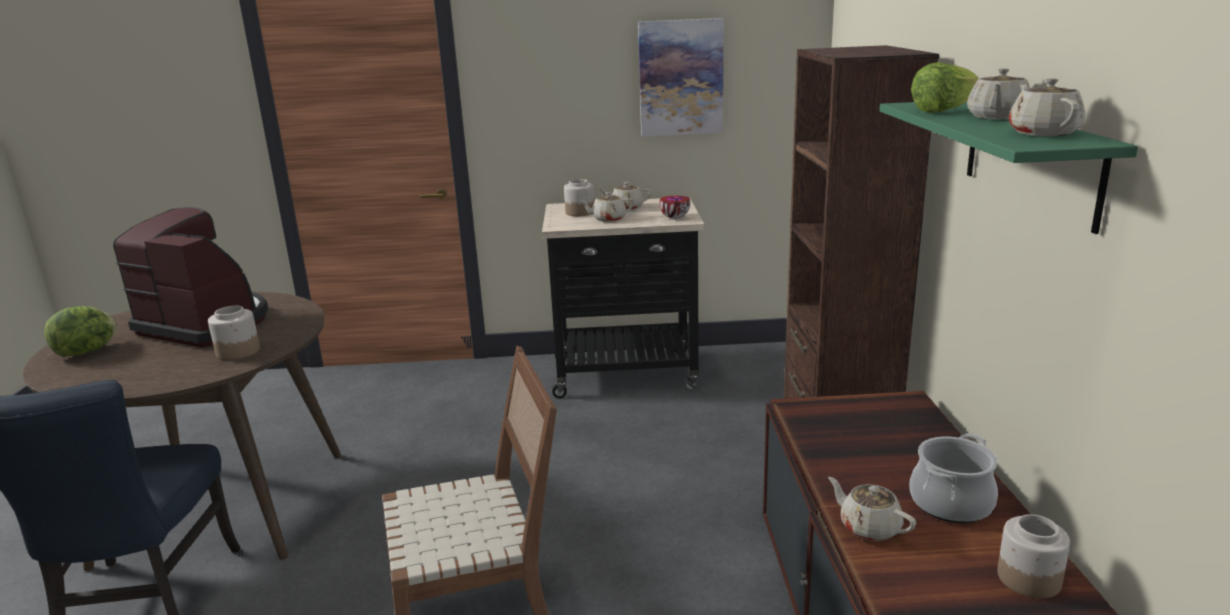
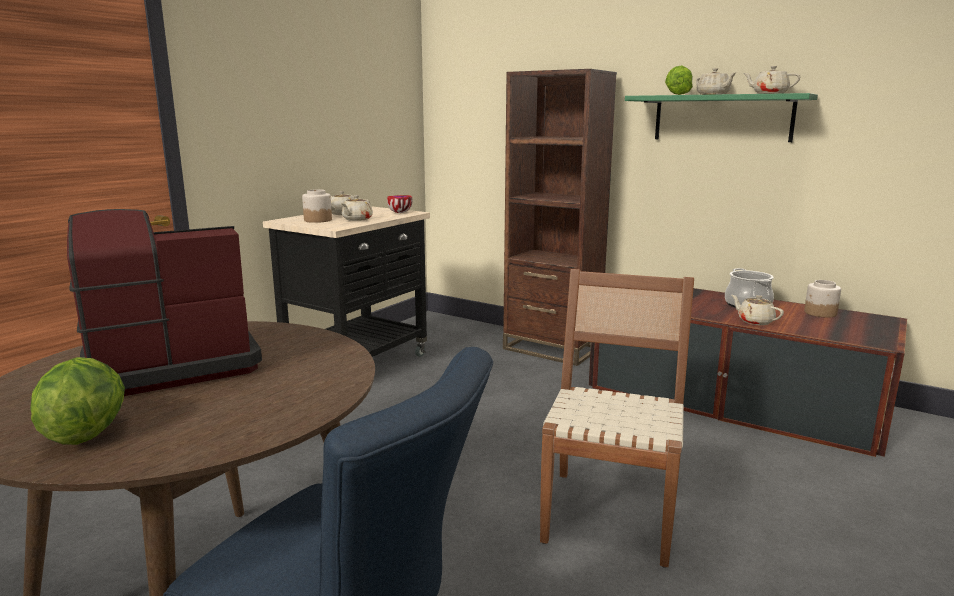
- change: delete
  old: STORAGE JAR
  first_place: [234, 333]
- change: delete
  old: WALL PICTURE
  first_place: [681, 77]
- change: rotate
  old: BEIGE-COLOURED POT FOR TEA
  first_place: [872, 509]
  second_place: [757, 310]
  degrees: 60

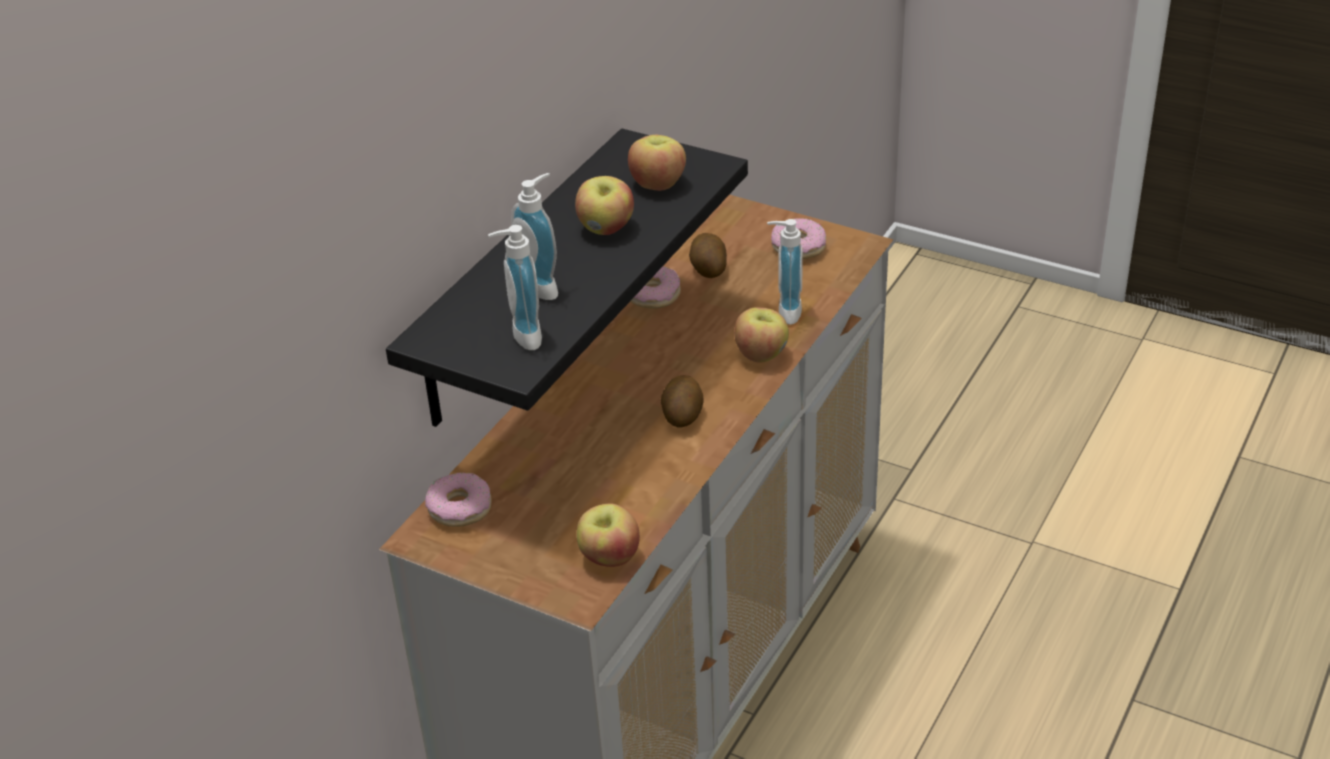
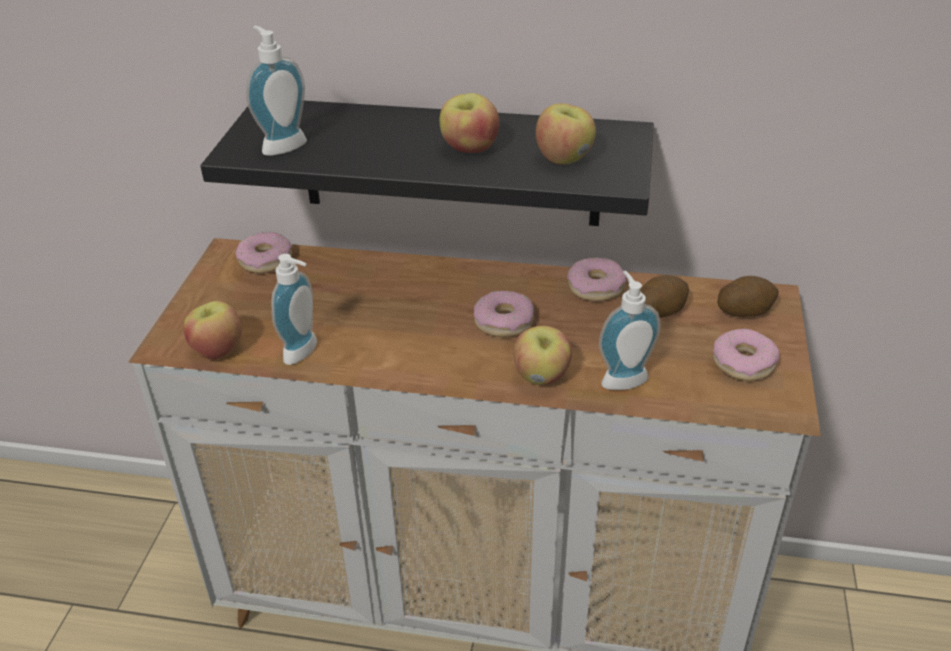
- change: move
  old: SOAP DISPENSER
  first_place: [534, 236]
  second_place: [294, 309]
- change: move
  old: SPUD
  first_place: [682, 401]
  second_place: [748, 296]
- change: insert
  new: RING DOUGHNUT
  second_place: [504, 313]

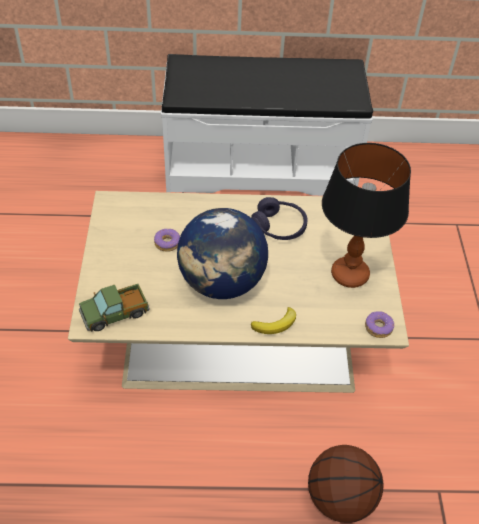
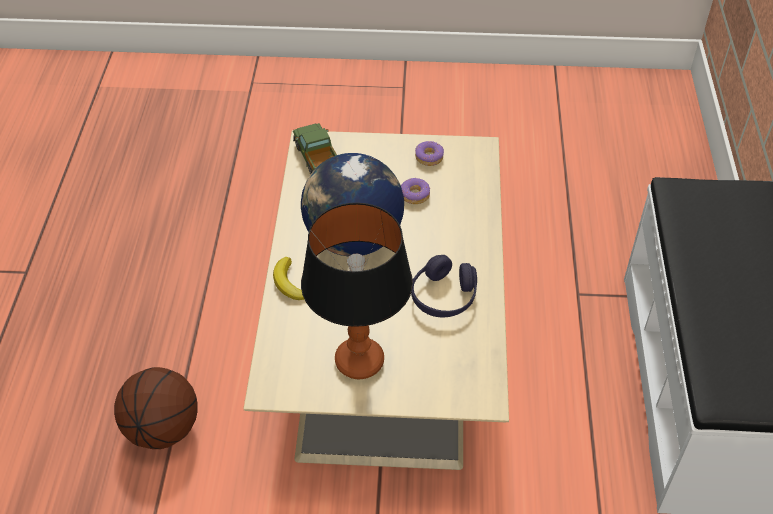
- change: move
  old: RING DOUGHNUT
  first_place: [379, 324]
  second_place: [429, 153]

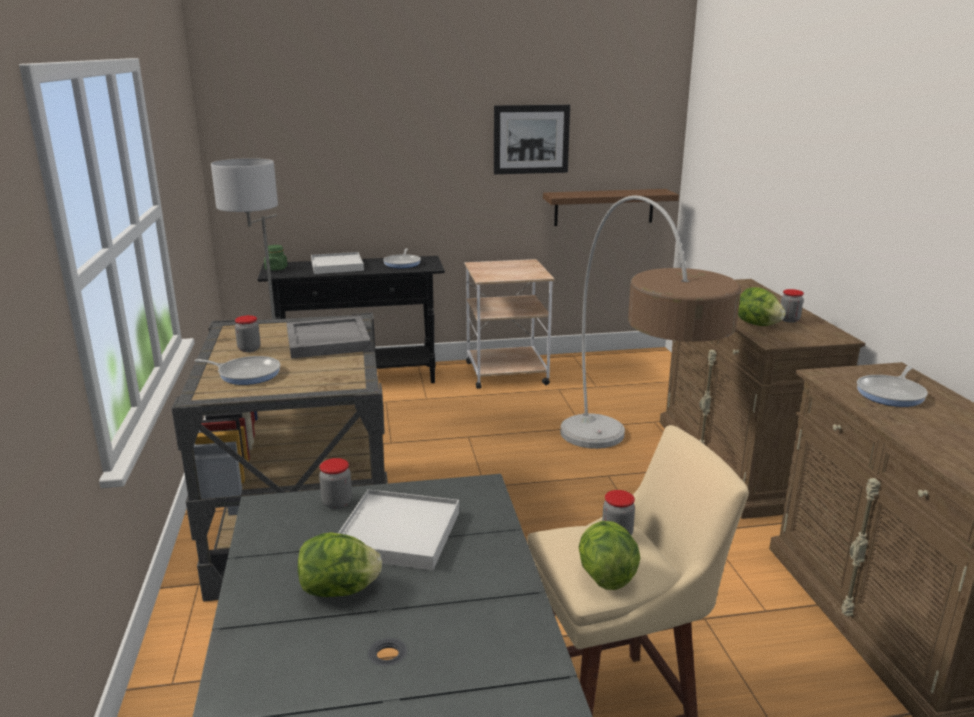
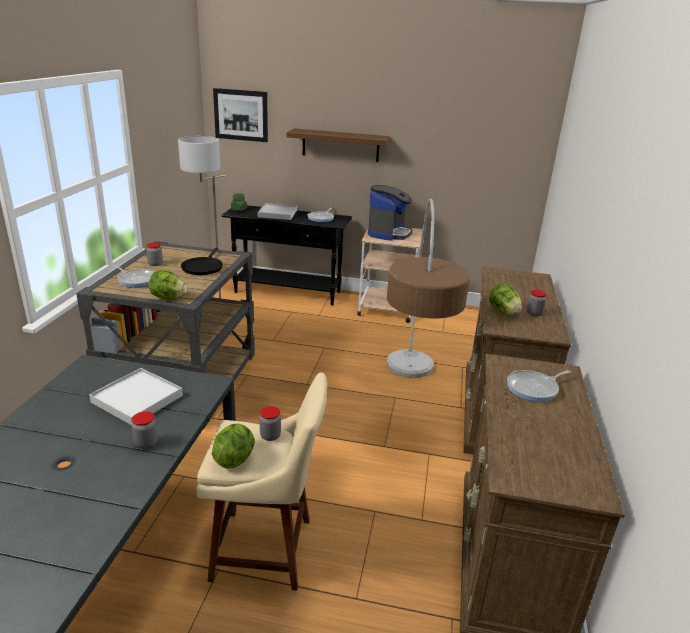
- change: replace
  old: GRAY TRAY
  new: BLACK PAN
  first_place: [329, 337]
  second_place: [202, 261]
- change: move
  old: HEAD OF LETTUCE
  first_place: [340, 564]
  second_place: [168, 285]
- change: move
  old: STORAGE JAR
  first_place: [335, 483]
  second_place: [145, 430]
- change: move
  old: WALL PICTURE
  first_place: [532, 139]
  second_place: [240, 115]
- change: move
  old: BROWN SHELF
  first_place: [611, 207]
  second_place: [338, 145]
- change: insert
  new: COFFEE MAKER
  second_place: [390, 213]

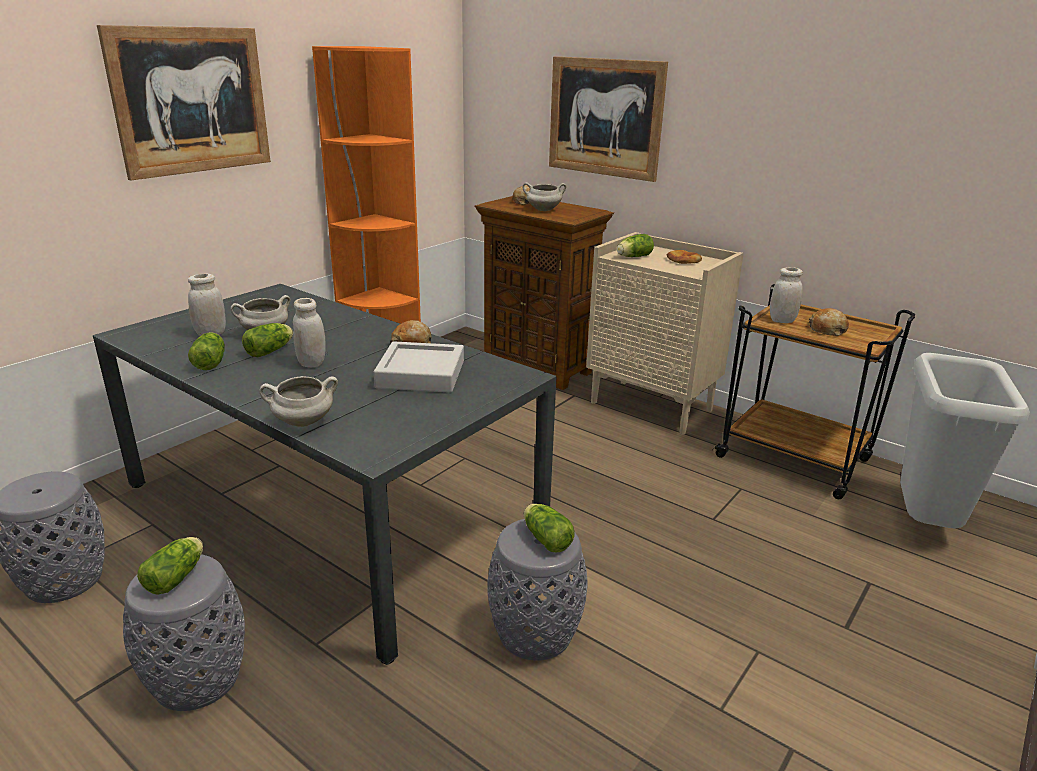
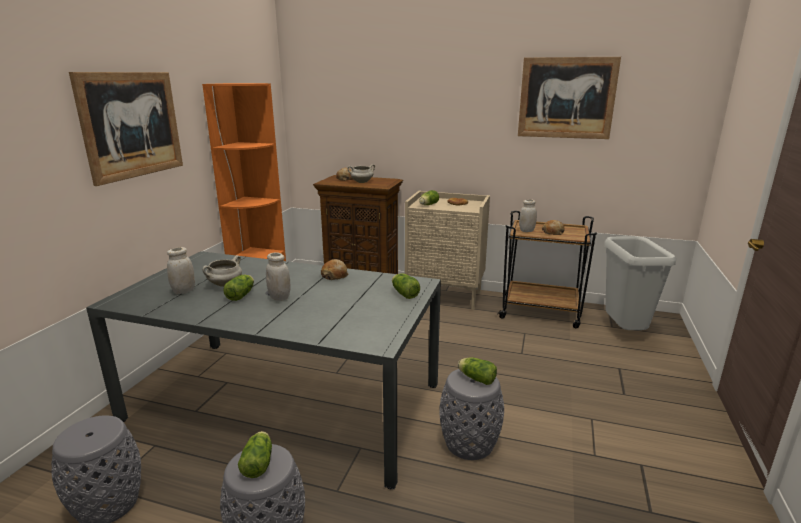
- change: move
  old: HEAD OF LETTUCE
  first_place: [206, 351]
  second_place: [406, 286]
- change: delete
  old: WHITISH STOCKPOT
  first_place: [298, 401]
- change: delete
  old: GRAY TRAY
  first_place: [419, 367]
- change: move
  old: WALL PICTURE
  first_place: [608, 119]
  second_place: [569, 98]

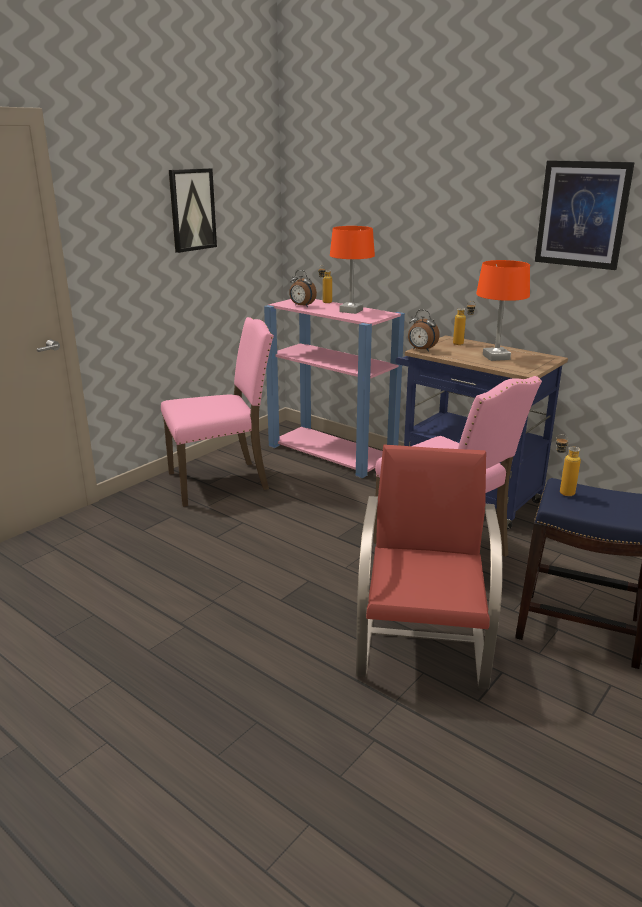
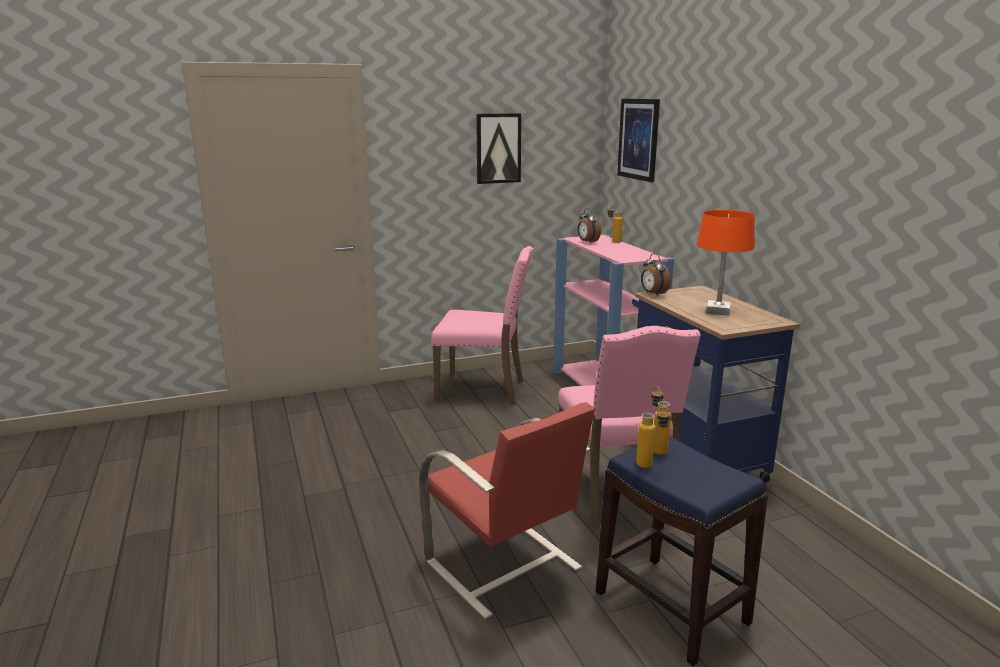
- change: delete
  old: ORANGE-COLOURED TABLETOP LAMP
  first_place: [352, 270]
- change: rotate
  old: RED CHAIR
  first_place: [429, 566]
  second_place: [507, 511]
  degrees: 105
- change: move
  old: BEVERAGE BOTTLE
  first_place: [464, 323]
  second_place: [653, 437]
- change: move
  old: WALL PICTURE
  first_place: [585, 215]
  second_place: [638, 140]

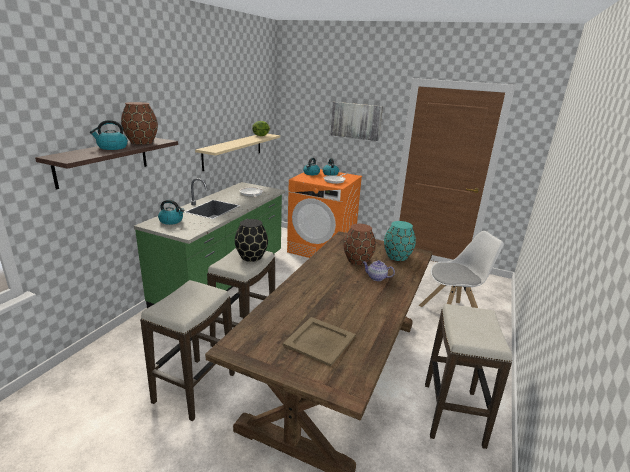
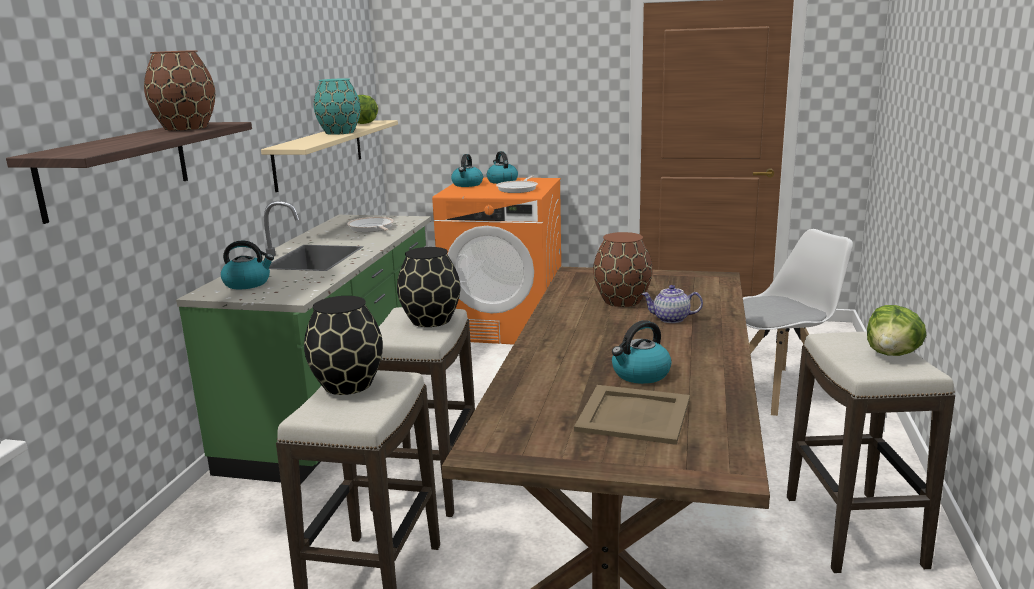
- change: move
  old: WATER KETTLE
  first_place: [109, 135]
  second_place: [642, 352]
- change: delete
  old: WALL PICTURE
  first_place: [357, 121]
- change: move
  old: TURQUOISE-COLOURED VASE
  first_place: [400, 241]
  second_place: [337, 106]
- change: insert
  new: BLACK VASE
  second_place: [343, 345]
- change: insert
  new: HEAD OF LETTUCE
  second_place: [896, 330]

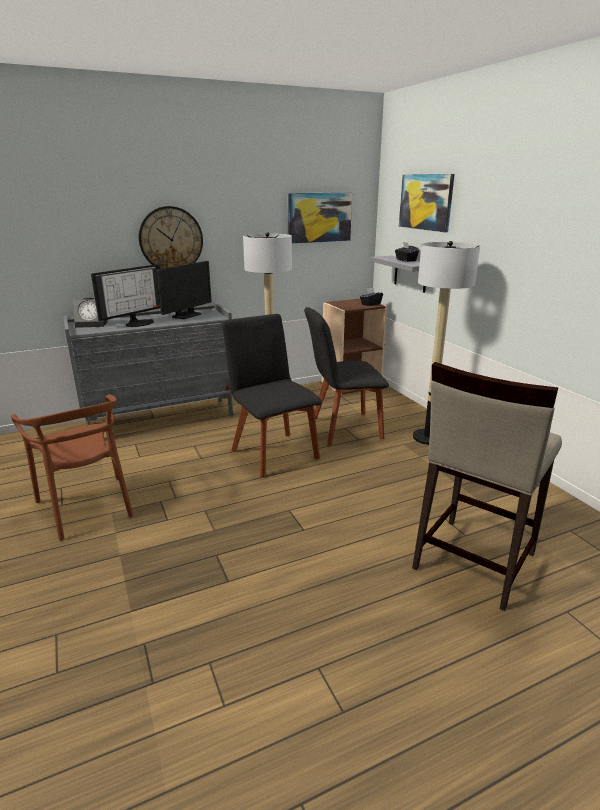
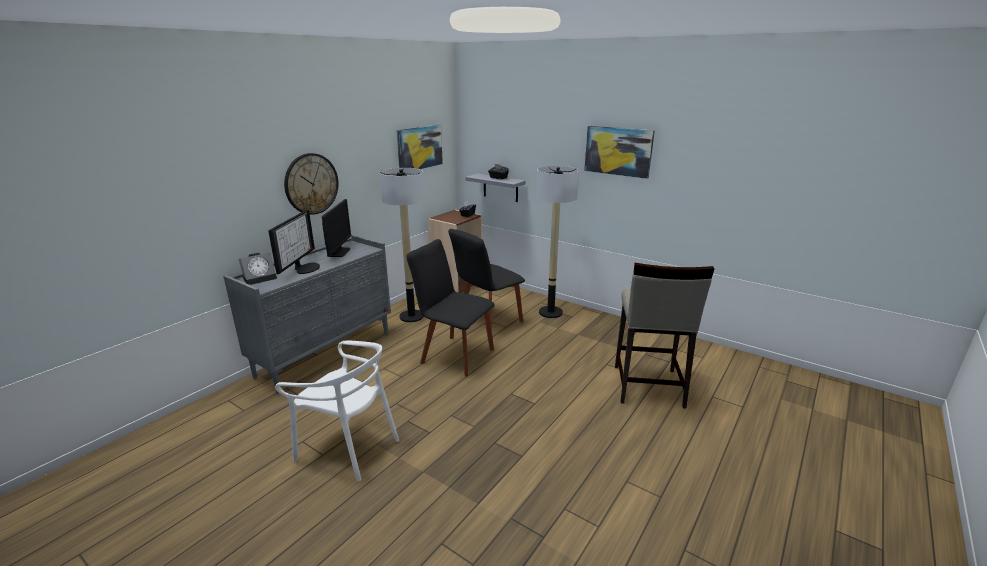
- change: recolor
  old: BROWN CHAIR
  new: WHITISH CHAIR
  first_place: [72, 468]
  second_place: [337, 411]
- change: move
  old: WALL PICTURE
  first_place: [427, 203]
  second_place: [619, 152]

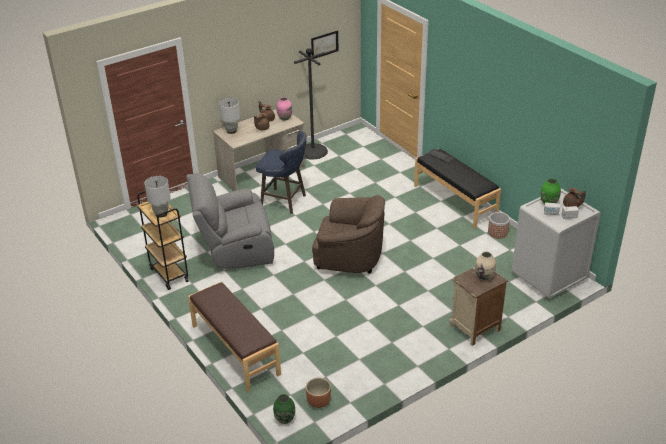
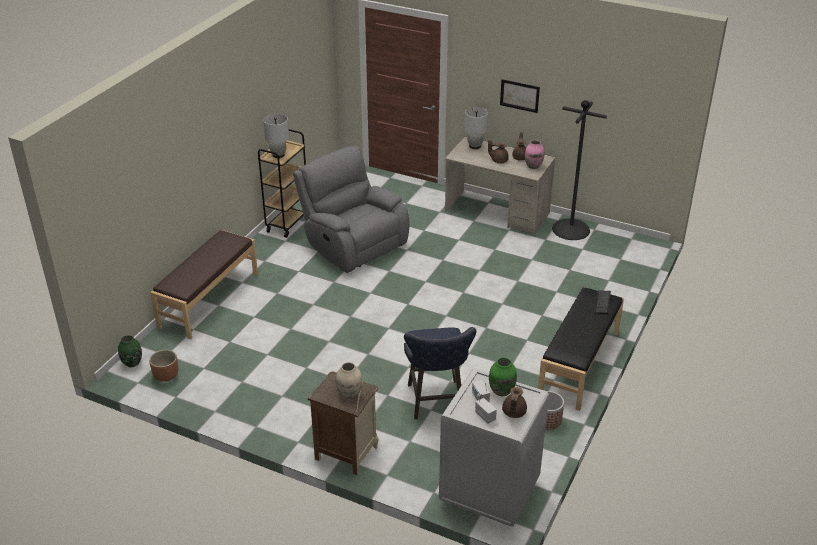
- change: move
  old: BLUISH STOOL SEAT
  first_place: [281, 172]
  second_place: [440, 373]
- change: move
  old: WALL PICTURE
  first_place: [325, 44]
  second_place: [520, 96]
- change: delete
  old: BROWN EASY CHAIR
  first_place: [348, 234]

